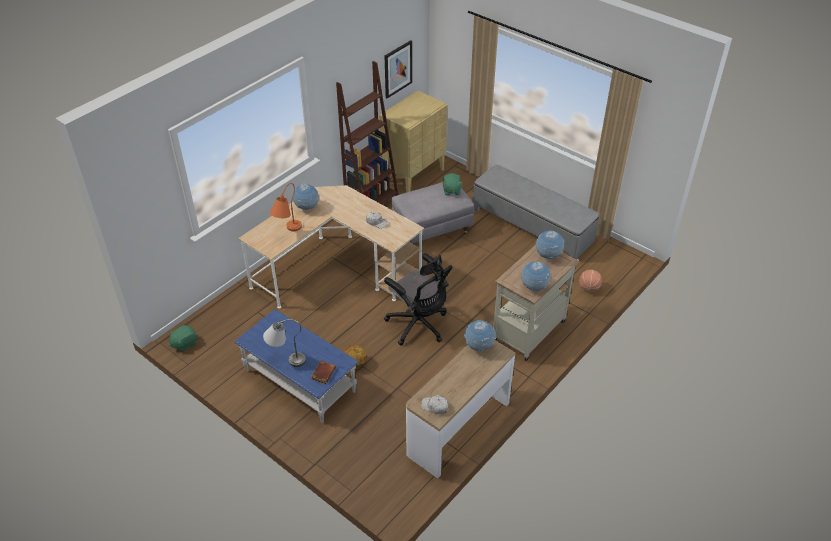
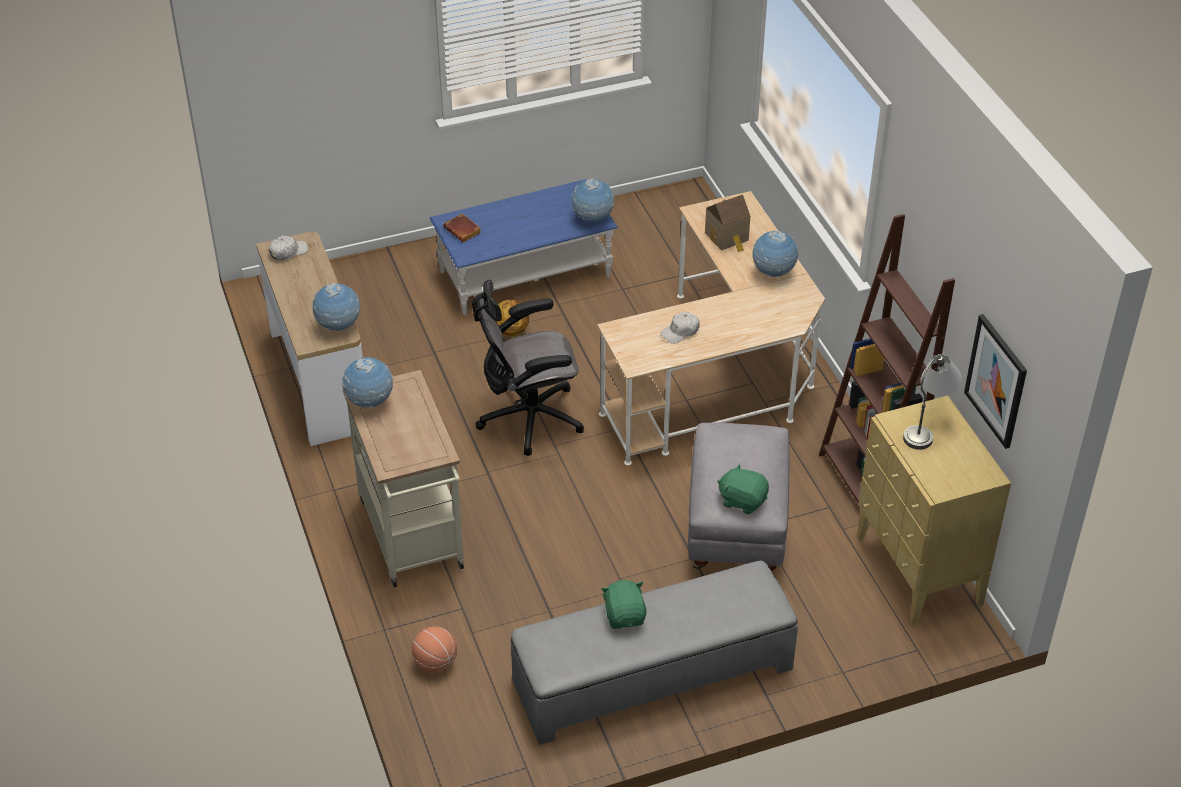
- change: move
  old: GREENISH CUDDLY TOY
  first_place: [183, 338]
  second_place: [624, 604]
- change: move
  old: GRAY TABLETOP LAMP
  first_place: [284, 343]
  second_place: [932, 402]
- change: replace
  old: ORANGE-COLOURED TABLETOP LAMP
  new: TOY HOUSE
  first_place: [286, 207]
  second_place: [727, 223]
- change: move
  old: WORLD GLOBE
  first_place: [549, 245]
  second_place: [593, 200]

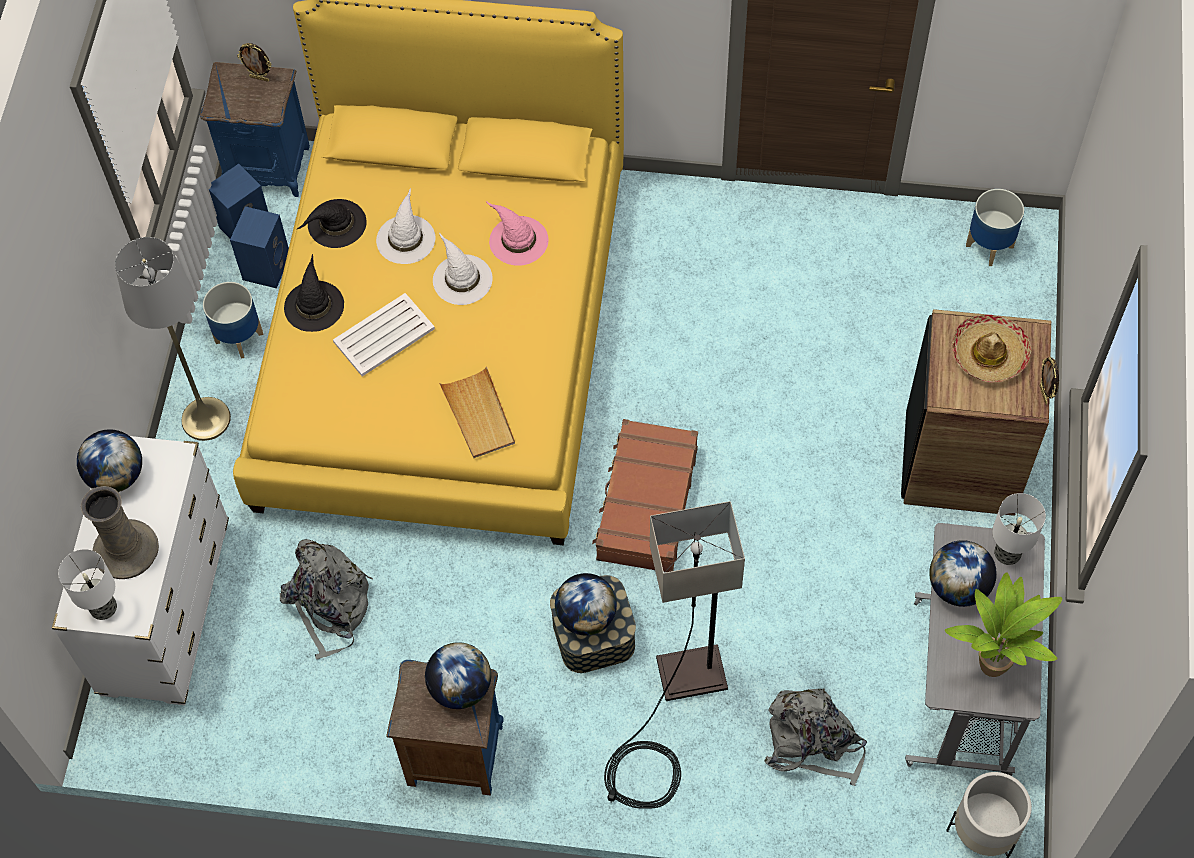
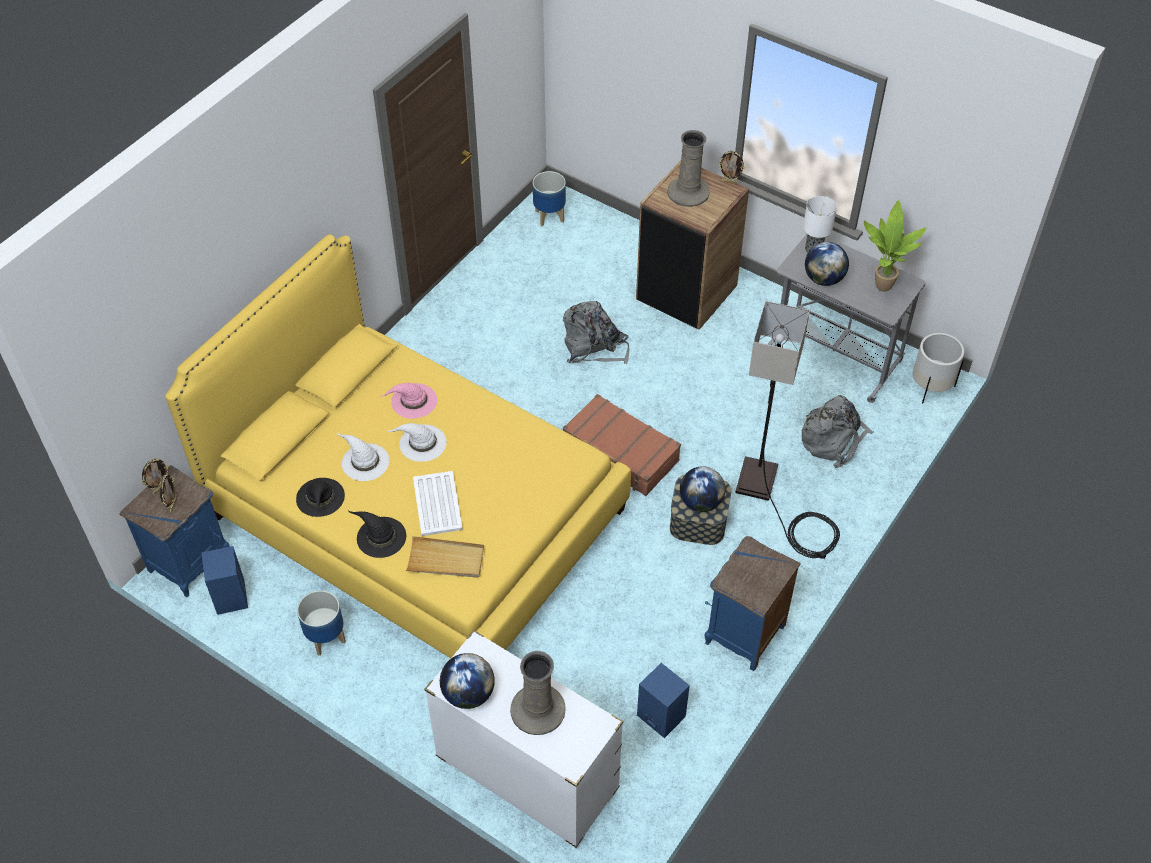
- change: delete
  old: TABLETOP LAMP
  first_place: [87, 584]
- change: delete
  old: GRAY STANDARD LAMP
  first_place: [173, 339]
- change: move
  old: BLUISH SPEAKER
  first_place: [259, 247]
  second_place: [663, 700]
- change: move
  old: GRAY KNAPSACK
  first_place: [326, 599]
  second_place: [596, 332]
- change: delete
  old: WORLD GLOBE
  first_place: [458, 675]
- change: move
  old: BEIGE-COLOURED TRAY
  first_place: [477, 412]
  second_place: [445, 557]
- change: replace
  old: CLOTHING HAT
  new: BEIGE-COLOURED VASE
  first_place: [991, 348]
  second_place: [689, 168]
- change: insert
  new: STANDING FRAME
  second_place: [168, 493]

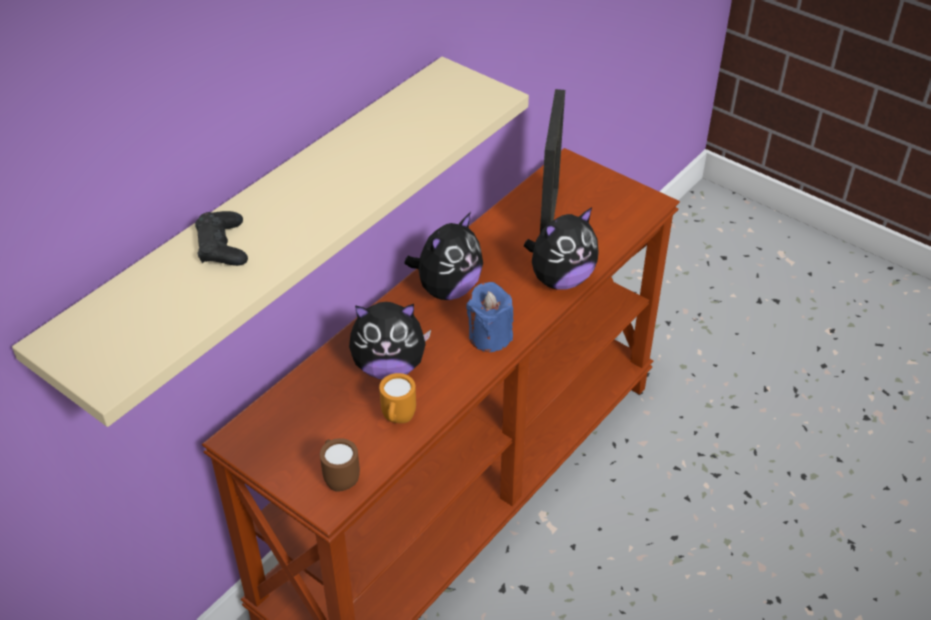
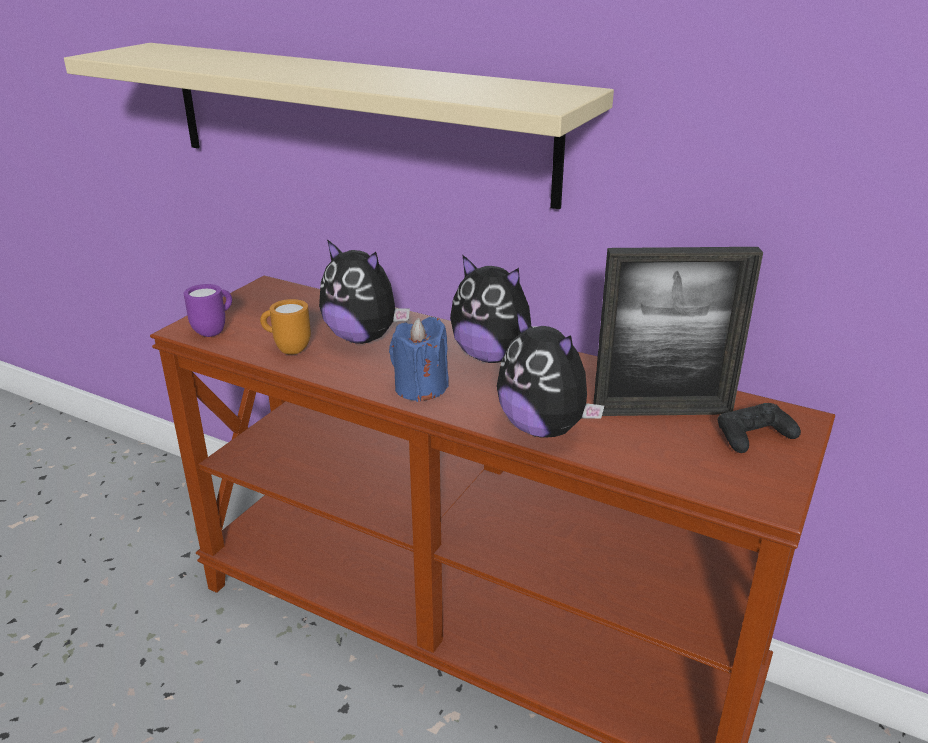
- change: move
  old: BLACK GAME CONTROLLER
  first_place: [221, 238]
  second_place: [759, 428]
- change: recolor
  old: BROWN TEA MUG
  new: PURPLE-COLOURED TEA MUG
  first_place: [340, 465]
  second_place: [208, 310]
- change: rotate
  old: CUDDLY TOY
  first_place: [390, 340]
  second_place: [364, 291]
  degrees: -45

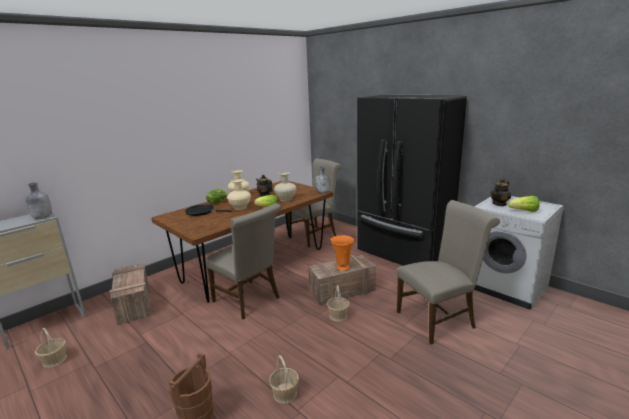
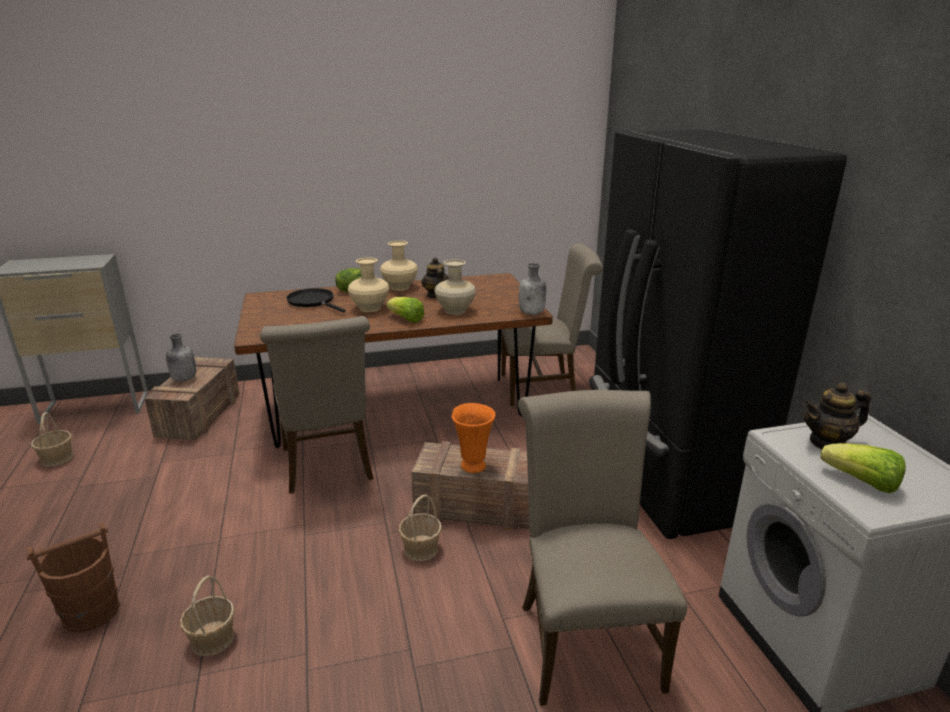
- change: move
  old: GRAY BEVERAGE BOTTLE
  first_place: [39, 200]
  second_place: [181, 357]
- change: rotate
  old: BEIGE-COLOURED CHAIR
  first_place: [448, 272]
  second_place: [602, 548]
  degrees: -105

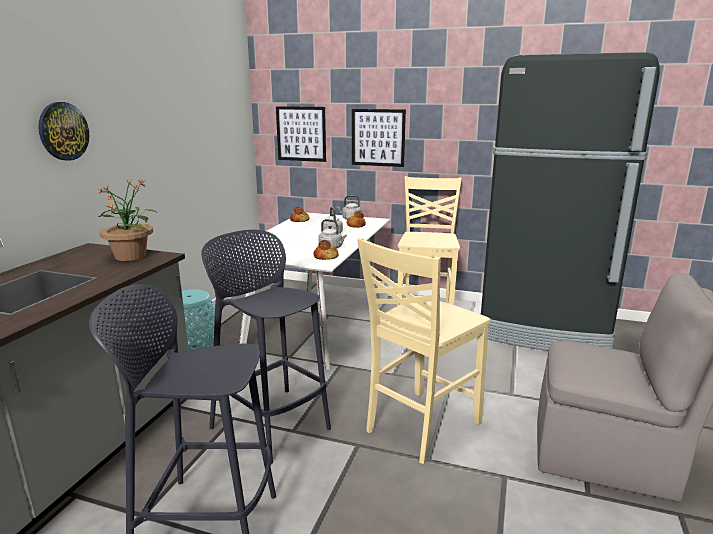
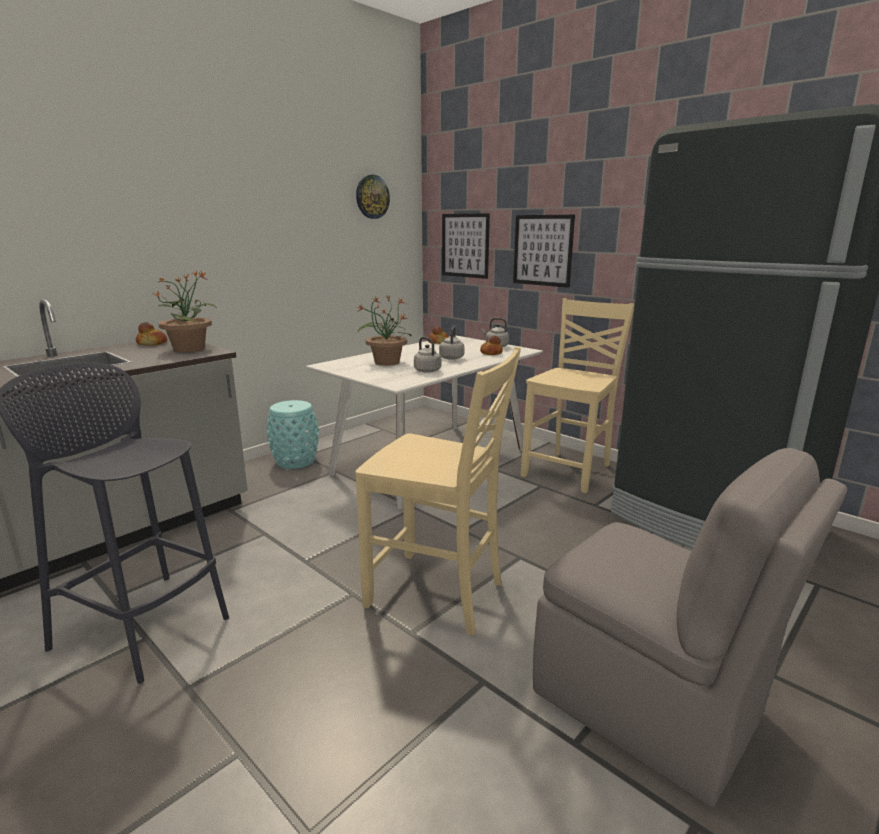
- change: move
  old: WALL CLOCK
  first_place: [63, 131]
  second_place: [373, 197]
- change: delete
  old: GRAY STOOL SEAT
  first_place: [266, 347]
- change: move
  old: BREAD
  first_place: [326, 250]
  second_place: [151, 334]
- change: rotate
  old: BEIGE-COLOURED CHAIR
  first_place: [423, 351]
  second_place: [438, 490]
  degrees: -135
- change: insert
  new: POTTED PLANT
  second_place: [384, 330]

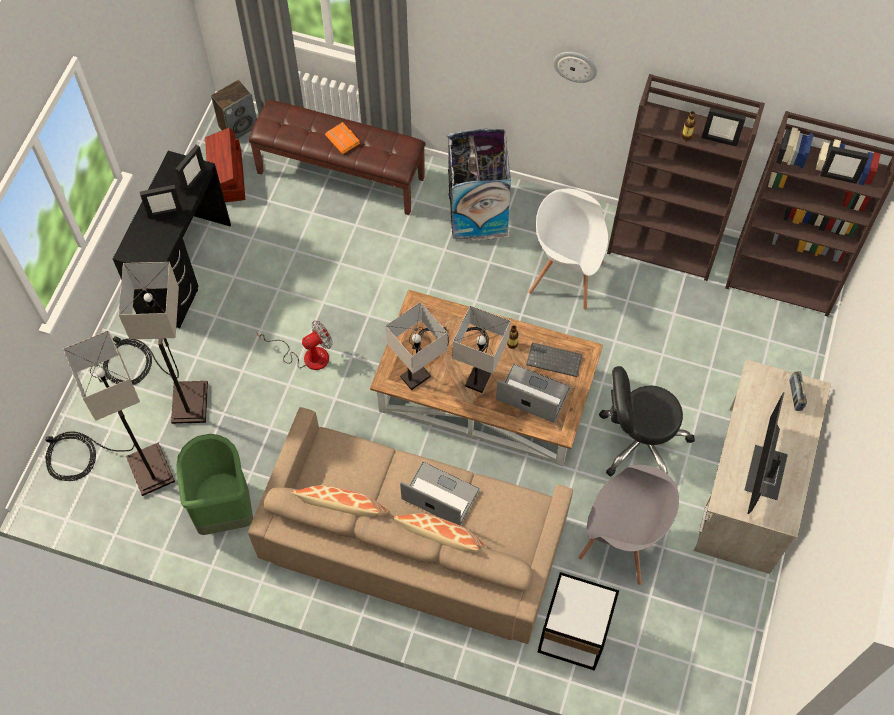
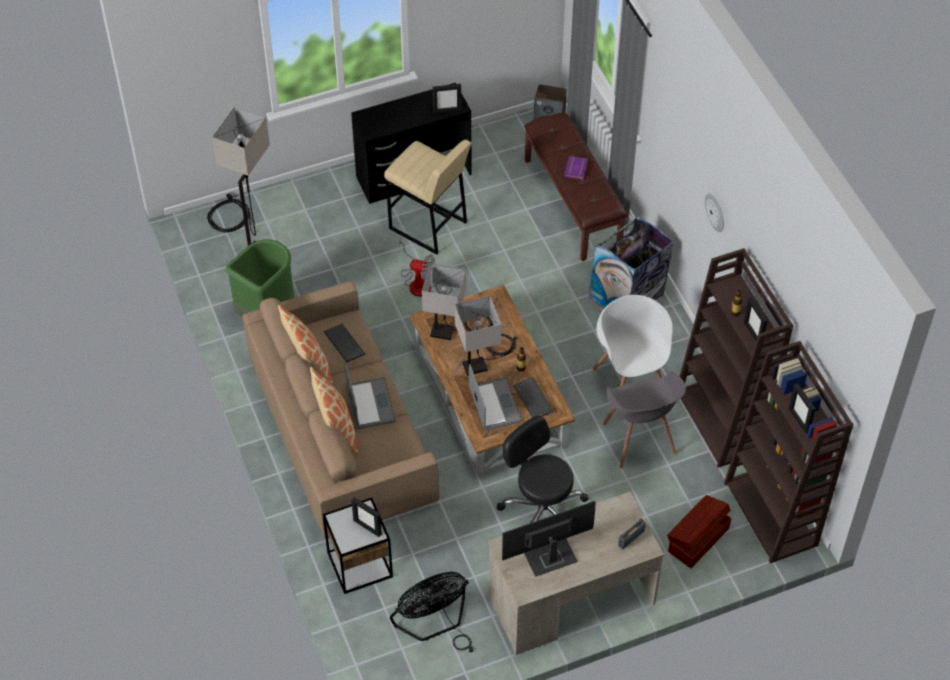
- change: delete
  old: STANDARD LAMP
  first_place: [155, 343]
- change: move
  old: STANDING FRAME
  first_place: [161, 202]
  second_place: [366, 517]
- change: move
  old: BROWN STORAGE CONTAINER
  first_place: [225, 165]
  second_place: [699, 531]
- change: recolor
  old: ORANGE-COLOURED BOUND BOOK
  new: PURPLE-COLOURED BOUND BOOK
  first_place: [342, 138]
  second_place: [576, 168]
- change: move
  old: GRAY CHAIR
  first_place: [628, 525]
  second_place: [644, 419]
- change: insert
  new: COMPUTER KEYBOARD
  second_place: [344, 343]
- change: insert
  new: BEIGE-COLOURED STOOL SEAT
  second_place: [427, 197]
- change: insert
  new: BLACK ELECTRIC FAN
  second_place: [431, 612]

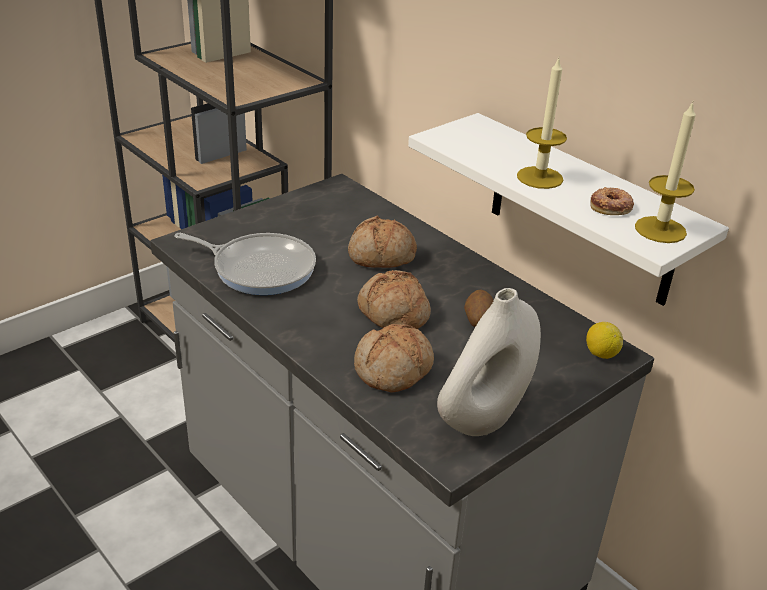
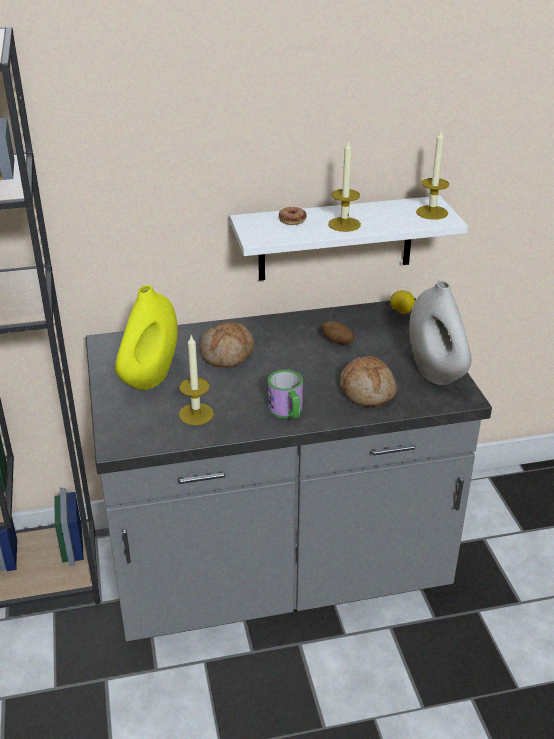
- change: replace
  old: PAN
  new: WAX LIGHT
  first_place: [245, 264]
  second_place: [196, 380]
- change: delete
  old: BREAD
  first_place: [394, 299]
- change: move
  old: RING DOUGHNUT
  first_place: [612, 201]
  second_place: [293, 216]
- change: insert
  new: YELLOW VASE
  second_place: [146, 337]
- change: insert
  new: TEA MUG
  second_place: [285, 394]

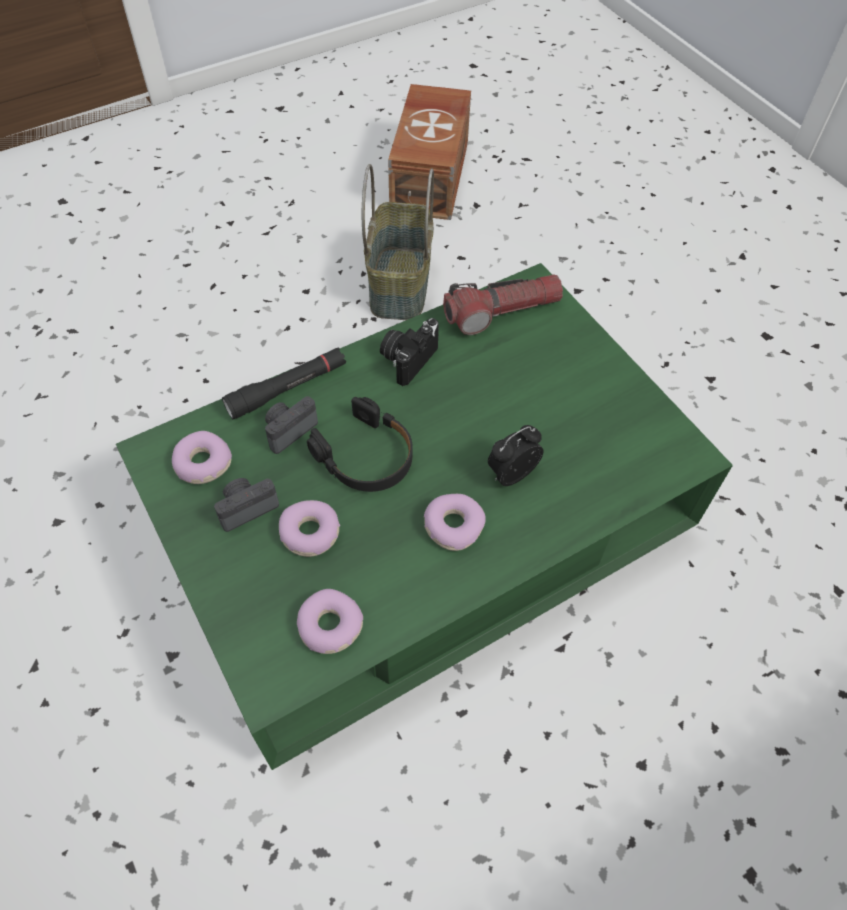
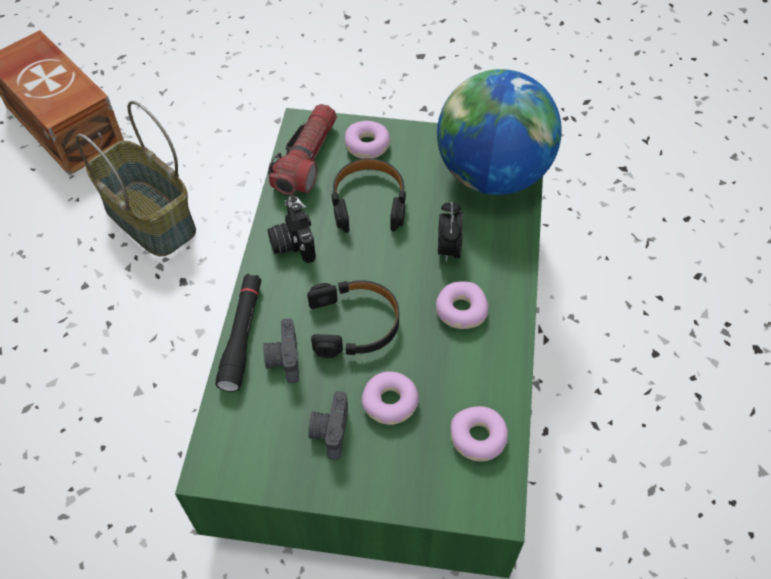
- change: move
  old: RING DOUGHNUT
  first_place: [202, 457]
  second_place: [368, 140]
- change: insert
  new: BLACK PAIR OF HEADPHONES
  second_place: [368, 195]
- change: insert
  new: WORLD GLOBE
  second_place: [499, 132]

